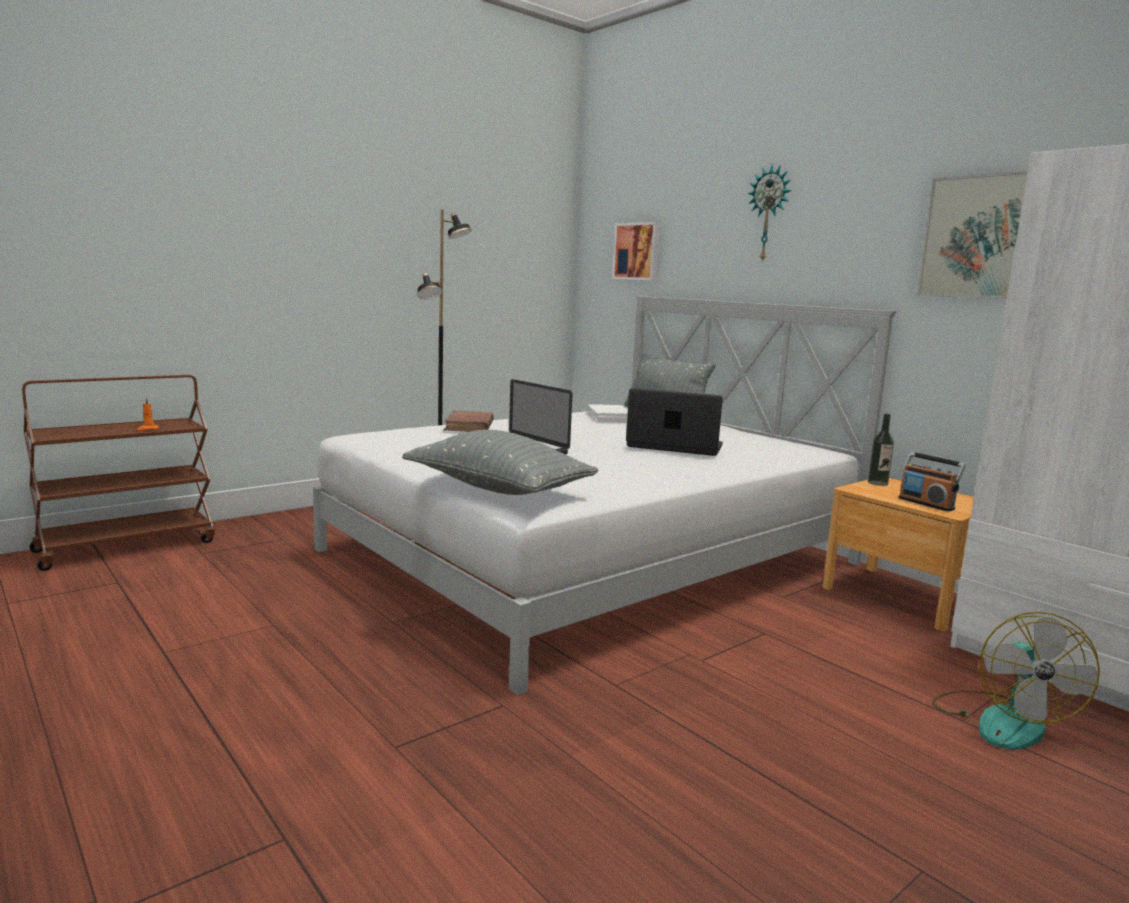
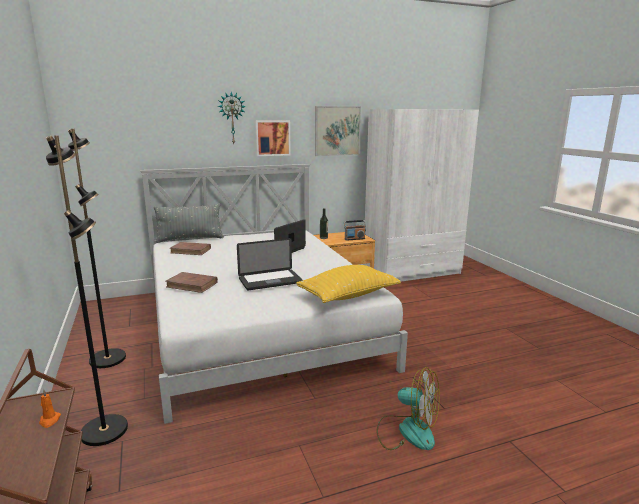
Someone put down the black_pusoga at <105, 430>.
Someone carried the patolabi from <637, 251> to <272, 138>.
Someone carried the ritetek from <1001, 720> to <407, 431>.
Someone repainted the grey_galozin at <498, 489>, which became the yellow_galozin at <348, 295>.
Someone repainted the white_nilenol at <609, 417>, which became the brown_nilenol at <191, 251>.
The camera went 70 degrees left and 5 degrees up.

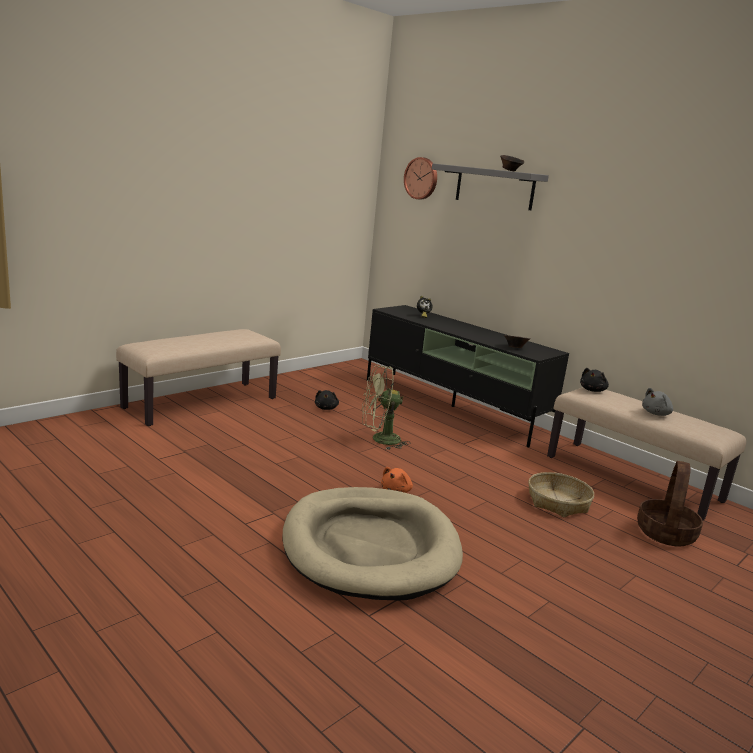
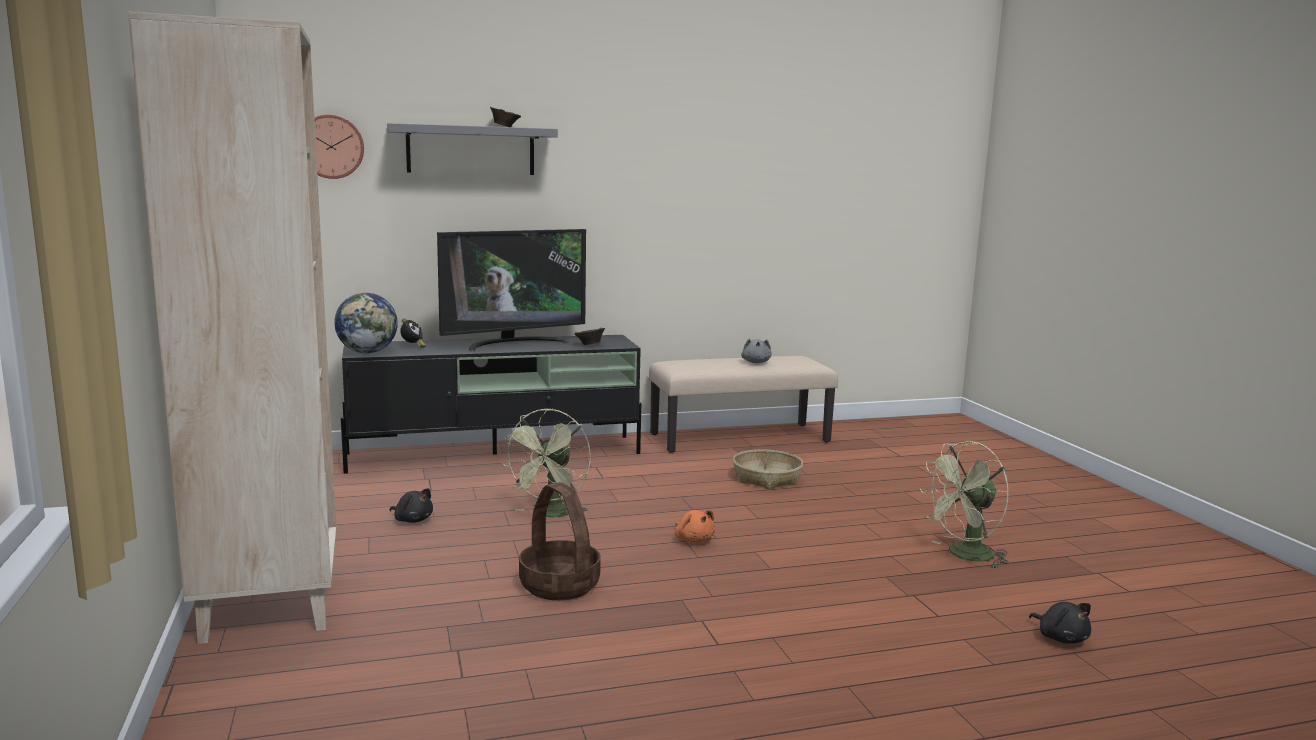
Someone took away the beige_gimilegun at <370, 547>.
Someone put down the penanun at <368, 352>.
Someone put down the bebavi at <512, 343>.
Someone put down the green_ritetek at <964, 556>.
Someone carried the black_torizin from <593, 390> to <1061, 638>.
Someone carried the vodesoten from <666, 533> to <560, 585>.
Someone swapped the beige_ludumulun at <201, 403> for the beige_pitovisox at <268, 603>.
The camera went 60 degrees left and 5 degrees down.

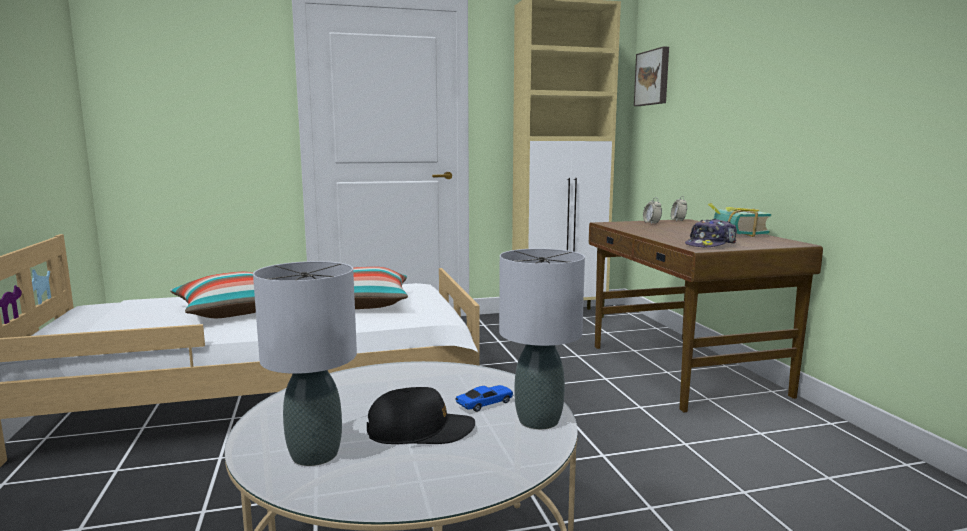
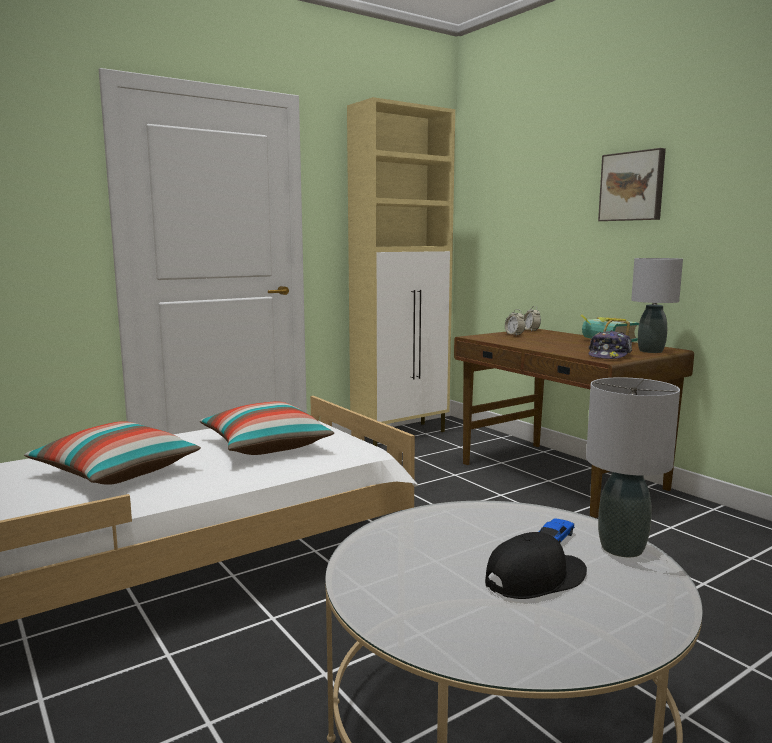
Someone carried the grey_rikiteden from <314, 455> to <651, 351>.
Someone carried the patolabi from <653, 77> to <632, 186>.
The camera went 20 degrees left and 0 degrees up.

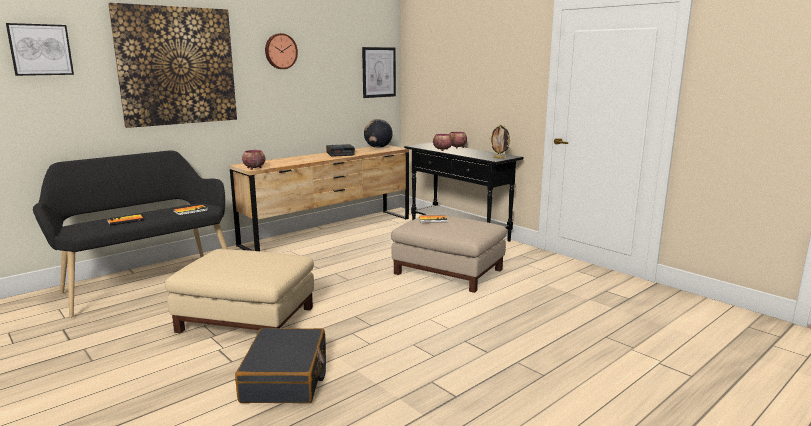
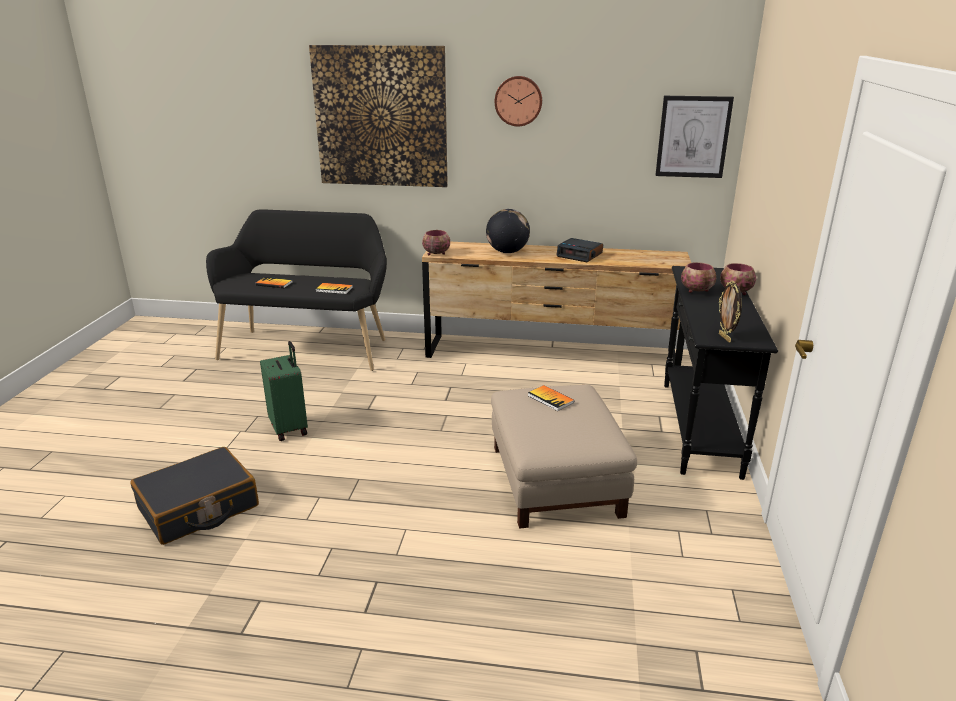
Someone took away the patolabi at <40, 49>.
Someone carried the penanun from <378, 147> to <507, 252>.
Someone swapped the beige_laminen at <247, 319> for the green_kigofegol at <290, 428>.
The camera went 50 degrees right and 10 degrees up.

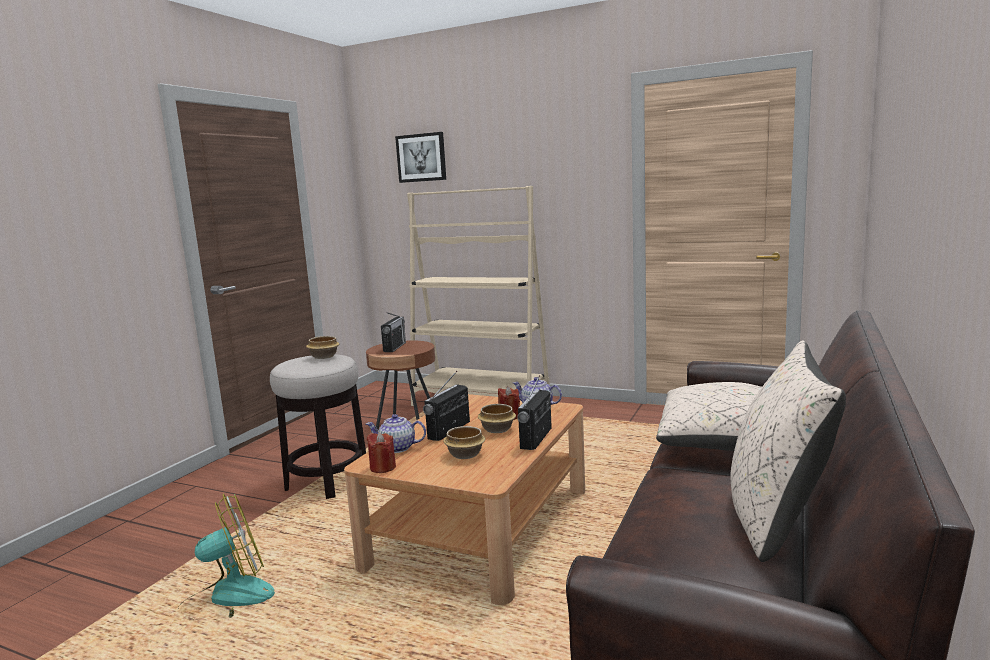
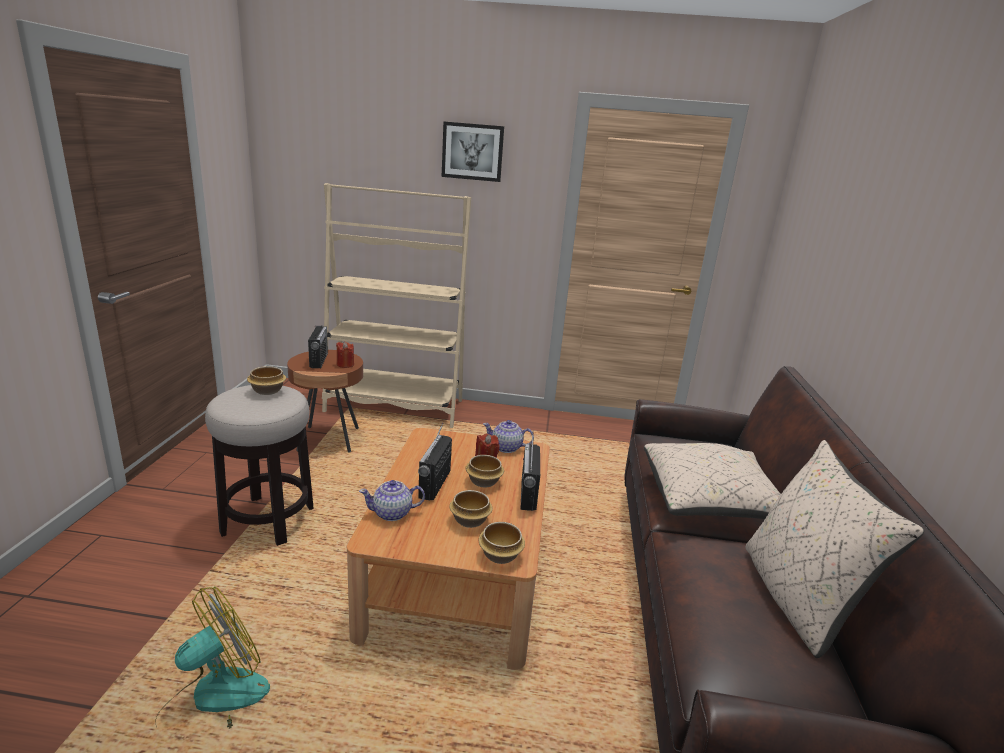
Someone put down the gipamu at <501, 555>.
Someone carried the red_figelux from <383, 467> to <345, 364>.
Someone carried the patolabi from <421, 157> to <472, 152>.
The camera went 20 degrees left and 10 degrees up.

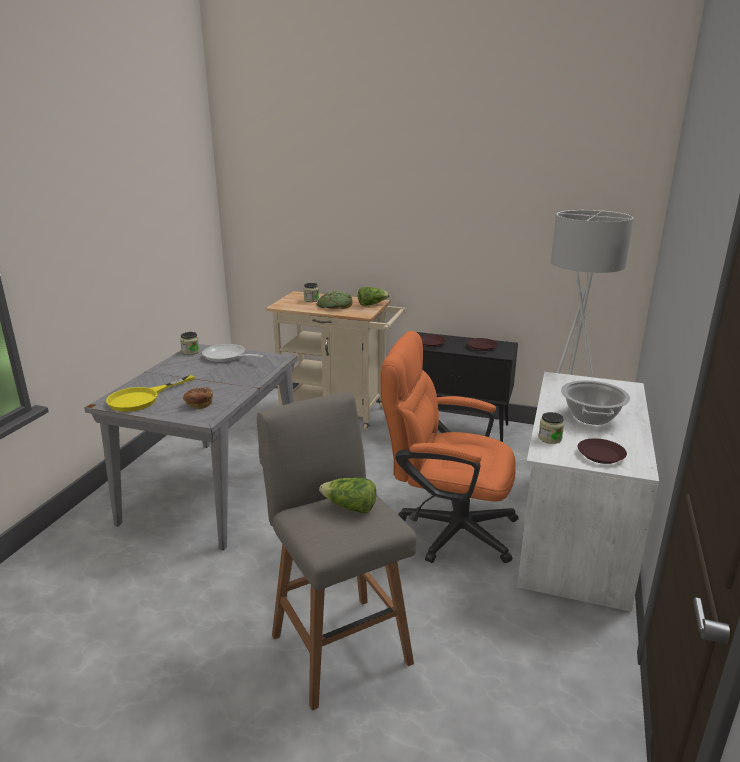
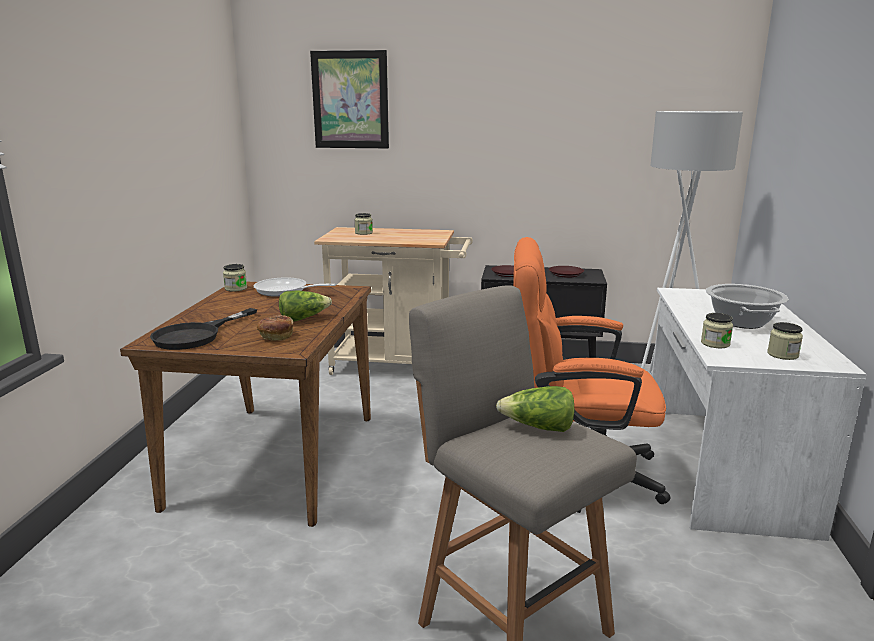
Someone took away the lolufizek at <335, 305>.
Someone put up the patolabi at <350, 100>.
Someone carried the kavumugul from <372, 304> to <303, 318>.
Someone swapped the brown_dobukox at <600, 455> for the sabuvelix at <782, 355>.
Someone repainted the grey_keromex at <213, 491>, which became the brown_keromex at <276, 460>.
Someone repainted the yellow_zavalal at <142, 398>, which became the black_zavalal at <196, 335>.
The camera went 10 degrees left and 5 degrees down.

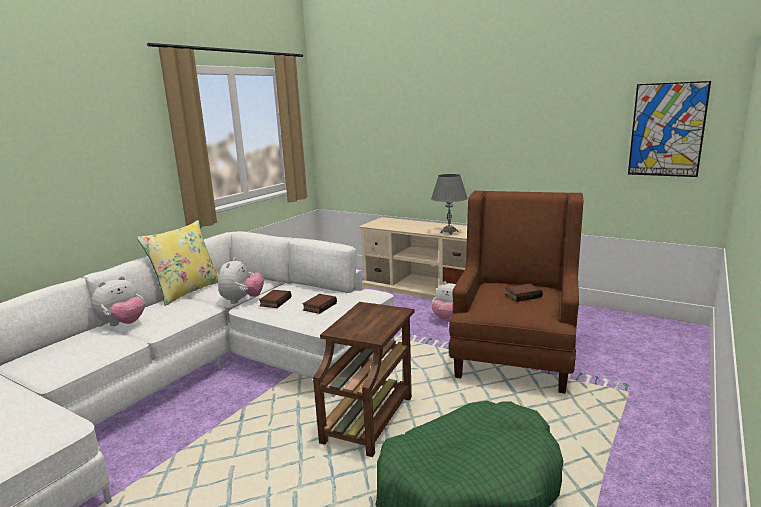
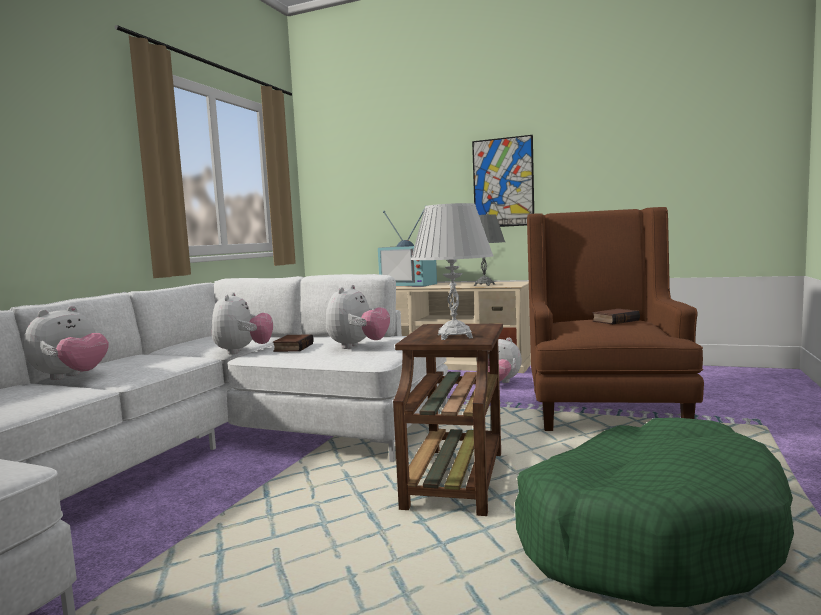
Someone took away the yellow_galozin at <187, 291>.
Someone put down the bebavi at <410, 284>.
Someone put down the white_rikiteden at <454, 336>.
Someone carried the patolabi from <667, 130> to <503, 182>.
Someone swapped the nilenol at <319, 306> for the torizin at <358, 346>.
The camera went 10 degrees left and 10 degrees down.

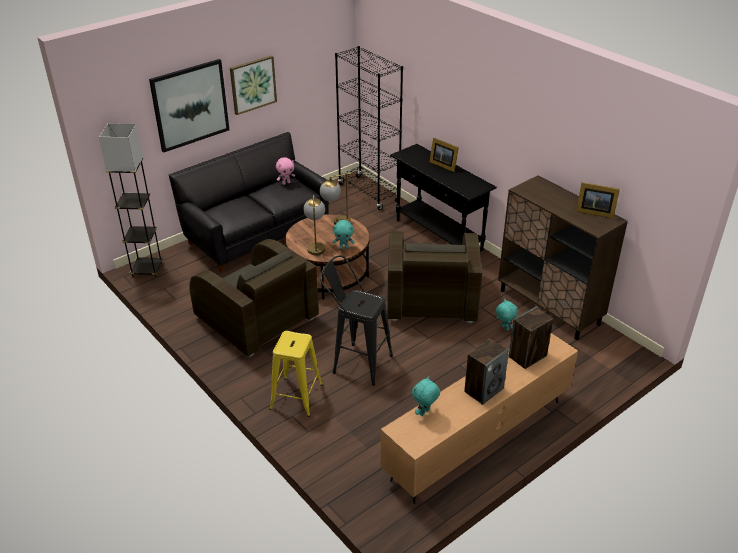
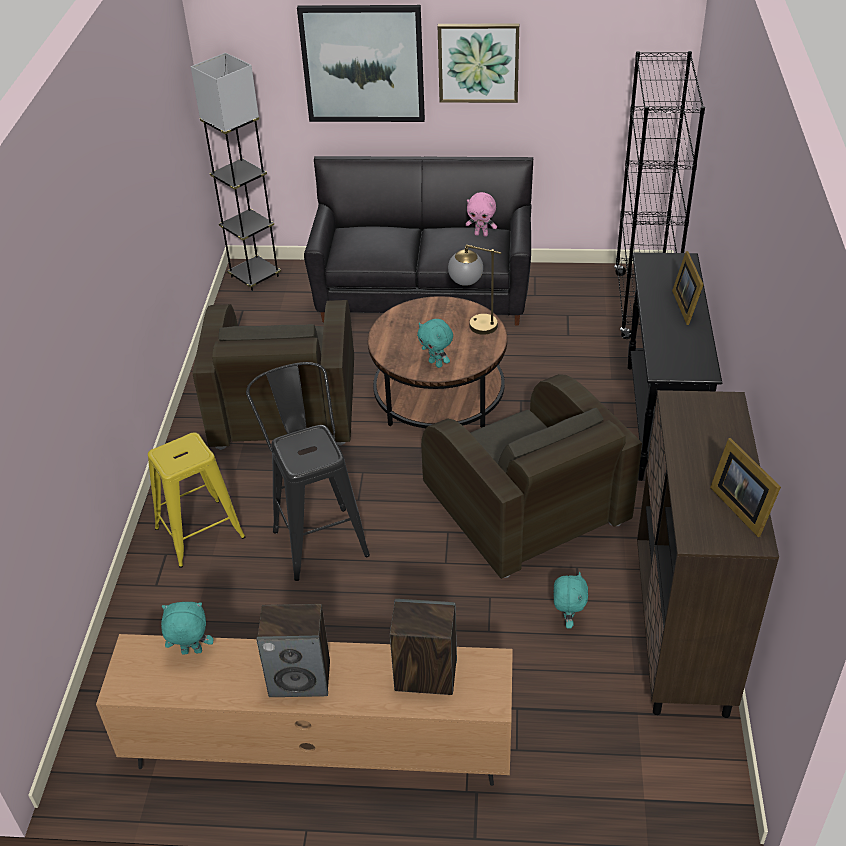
Someone took away the rikiteden at <315, 246>.
Someone rotated the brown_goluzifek at <431, 297> by 75 degrees counterclockwise.
The camera went 45 degrees right and 5 degrees up.

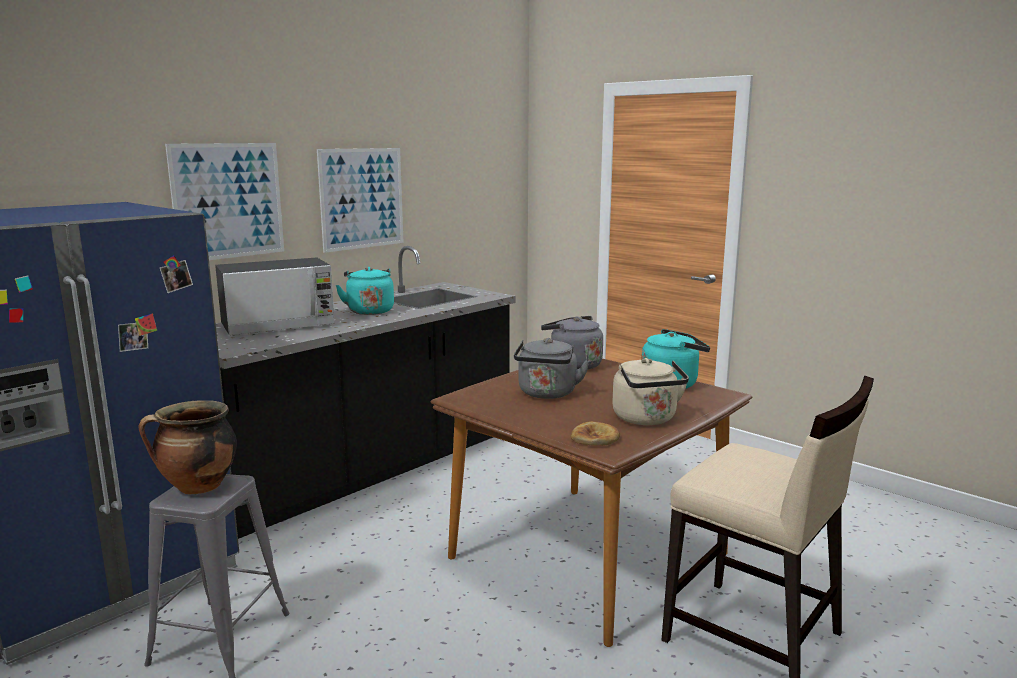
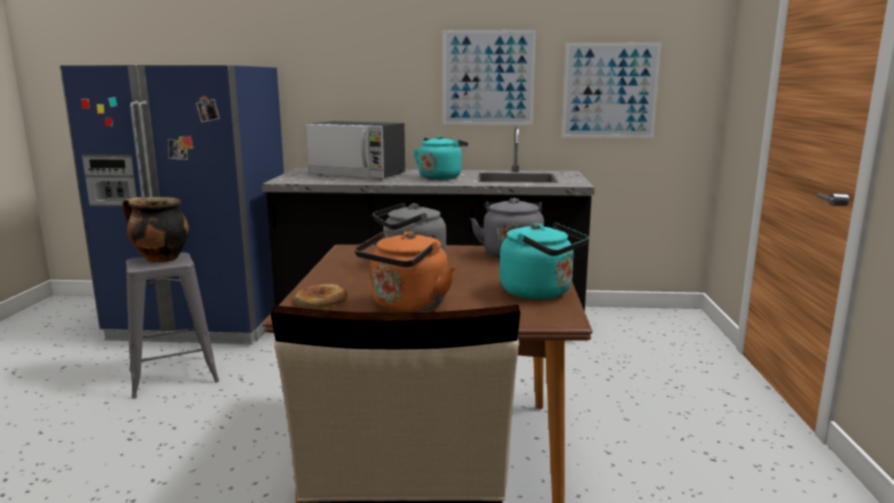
Someone carried the patolabi from <228, 201> to <610, 91>.
Someone repainted the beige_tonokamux at <646, 419>, which became the orange_tonokamux at <407, 306>.
The camera went 50 degrees right and 0 degrees up.

